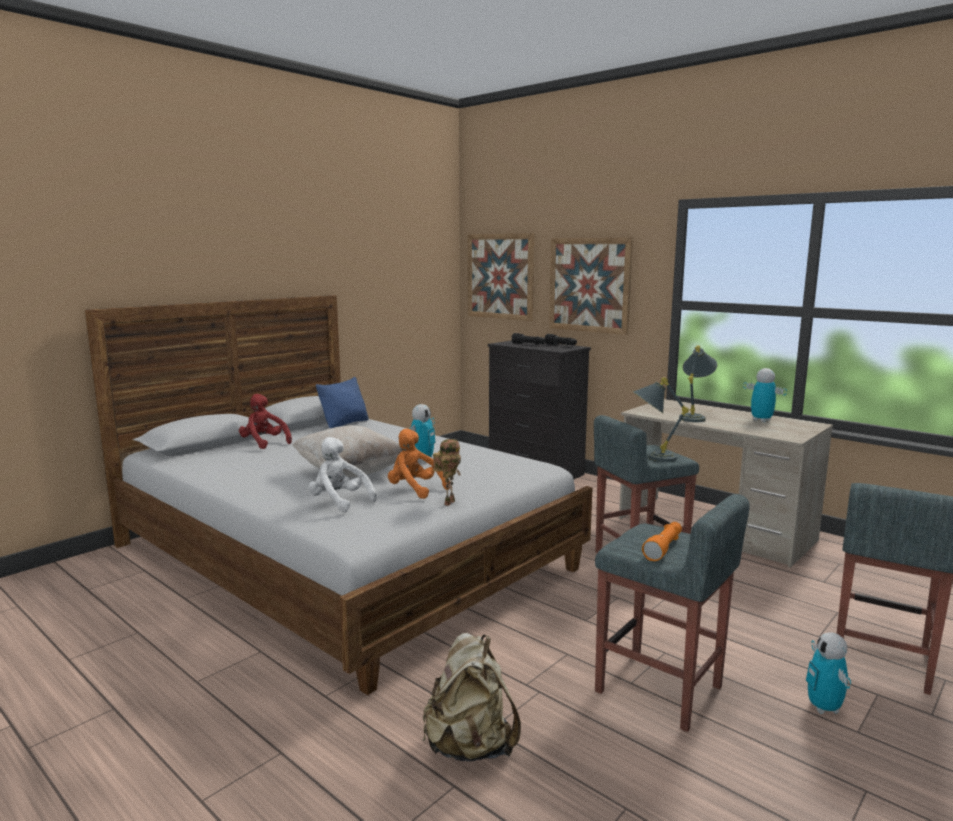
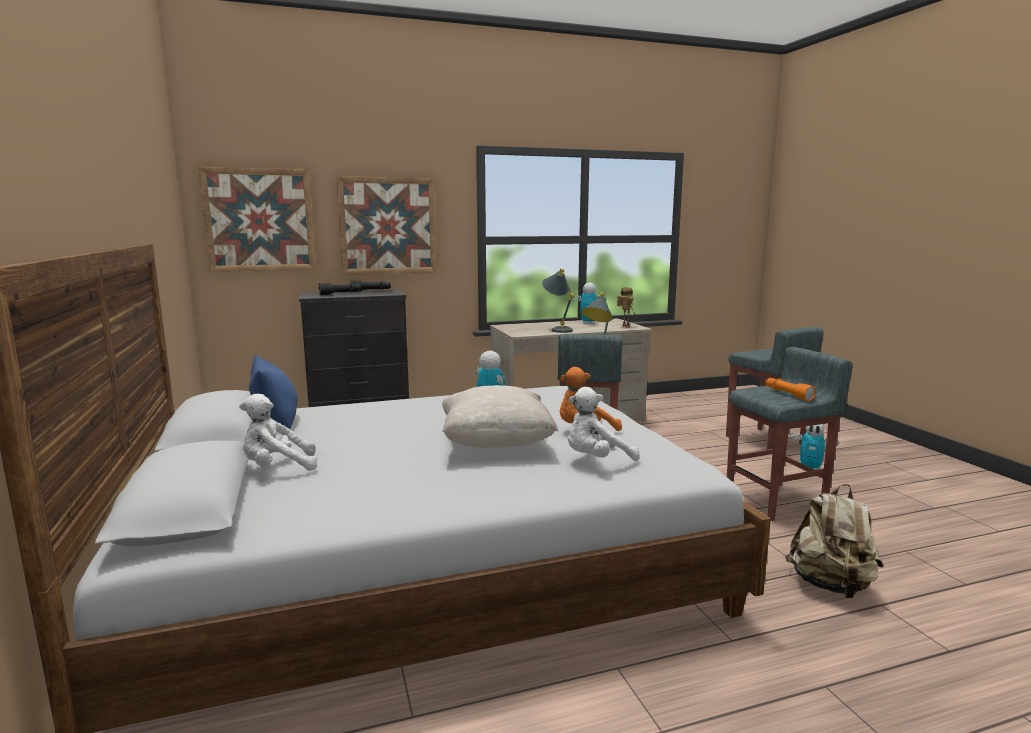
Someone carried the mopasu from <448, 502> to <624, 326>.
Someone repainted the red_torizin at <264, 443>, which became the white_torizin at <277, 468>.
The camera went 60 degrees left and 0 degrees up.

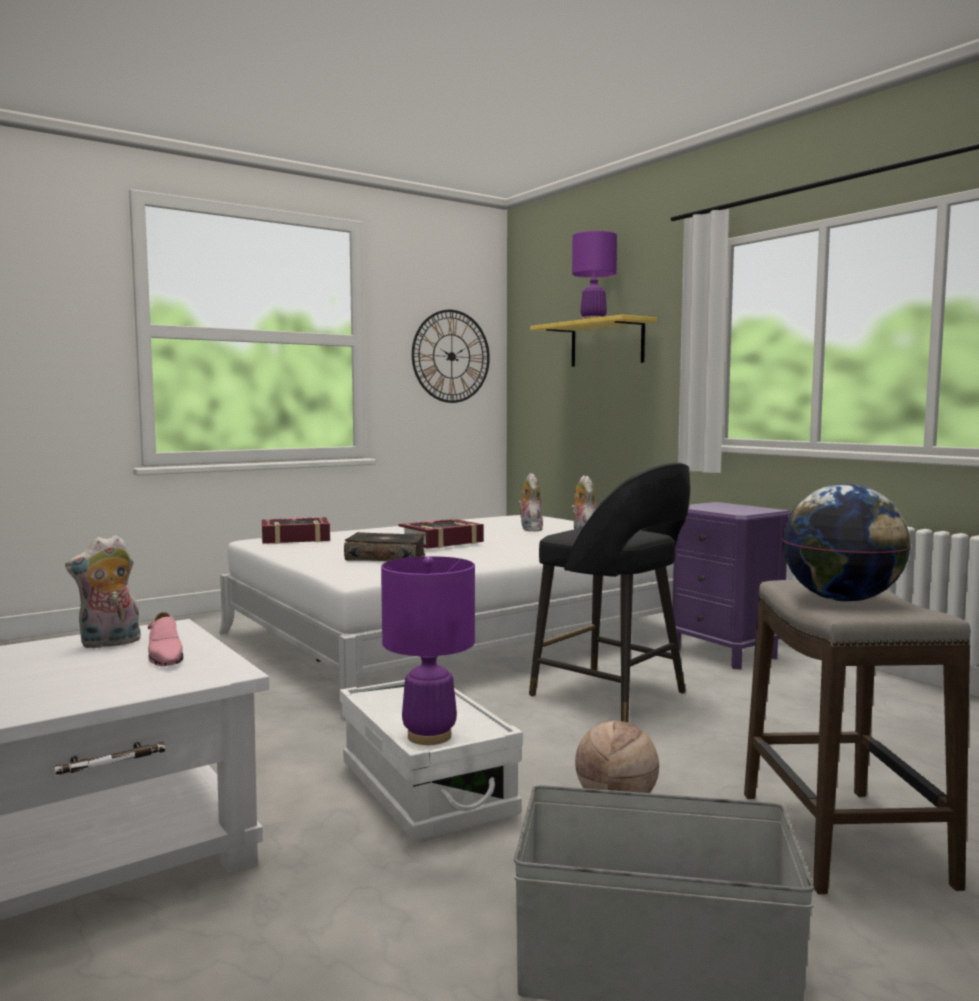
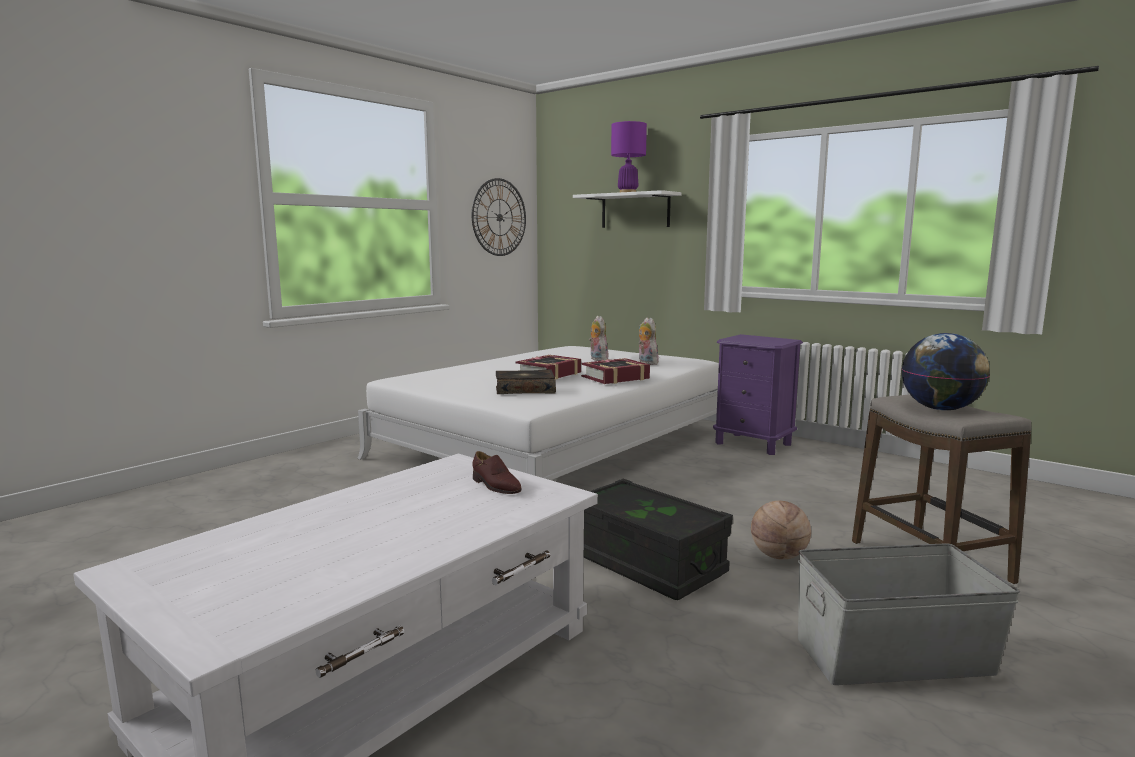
Someone took away the torizin at <109, 643>.
Someone took away the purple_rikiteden at <429, 736>.
Someone took away the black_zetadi at <612, 695>.
Someone carried the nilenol from <295, 538> to <615, 378>.
Someone repainted the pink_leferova at <164, 656>, which became the brown_leferova at <495, 486>.
Someone repainted the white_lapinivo at <426, 790>, which became the black_lapinivo at <647, 564>.
Someone repainted the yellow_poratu at <607, 344>, which became the white_poratu at <635, 210>.
The camera went 15 degrees left and 5 degrees up.

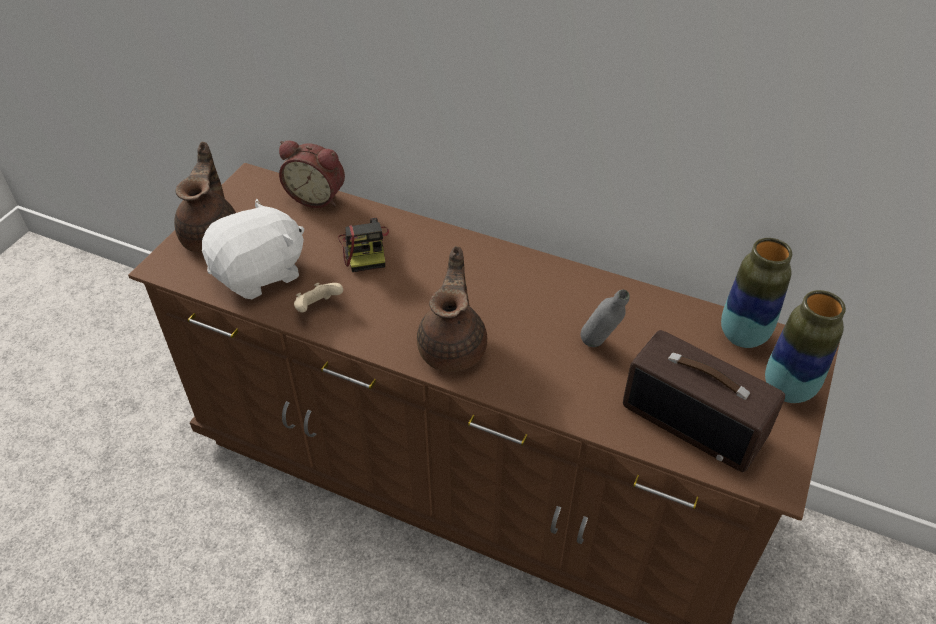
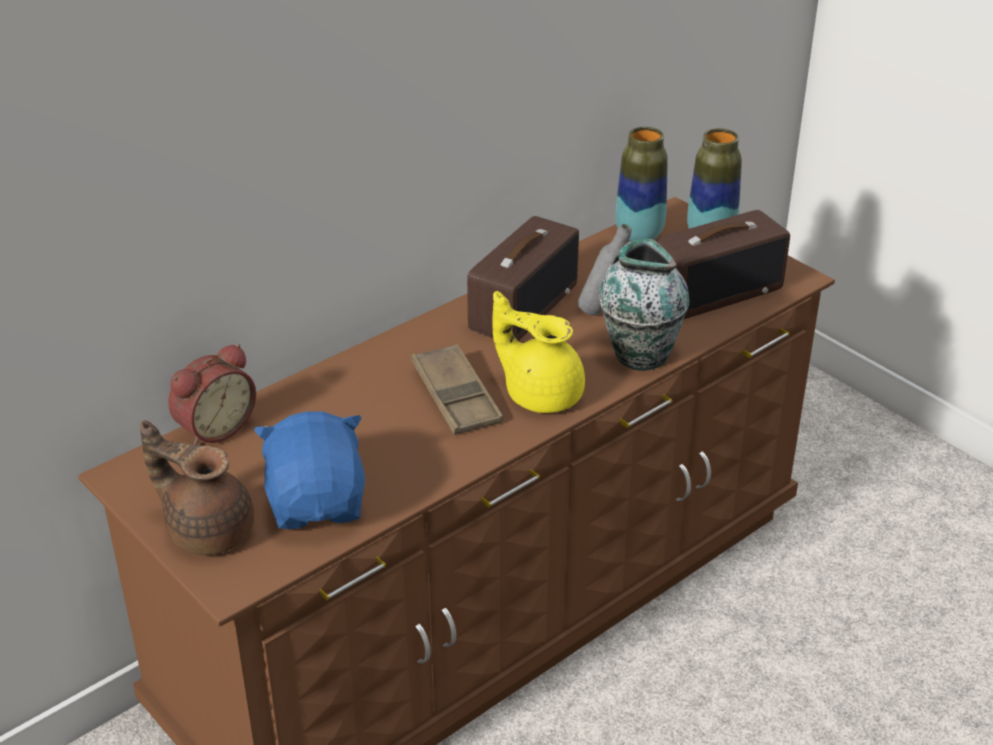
Someone took away the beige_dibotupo at <318, 308>.
Someone took away the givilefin at <365, 249>.
Someone put down the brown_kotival at <456, 396>.
Someone put down the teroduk at <522, 306>.
Someone put down the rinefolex at <639, 354>.
Someone repainted the white_torizin at <260, 274>, which became the blue_torizin at <318, 503>.
Someone repainted the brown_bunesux at <454, 347>, which became the yellow_bunesux at <541, 393>.
The camera went 65 degrees left and 10 degrees down.

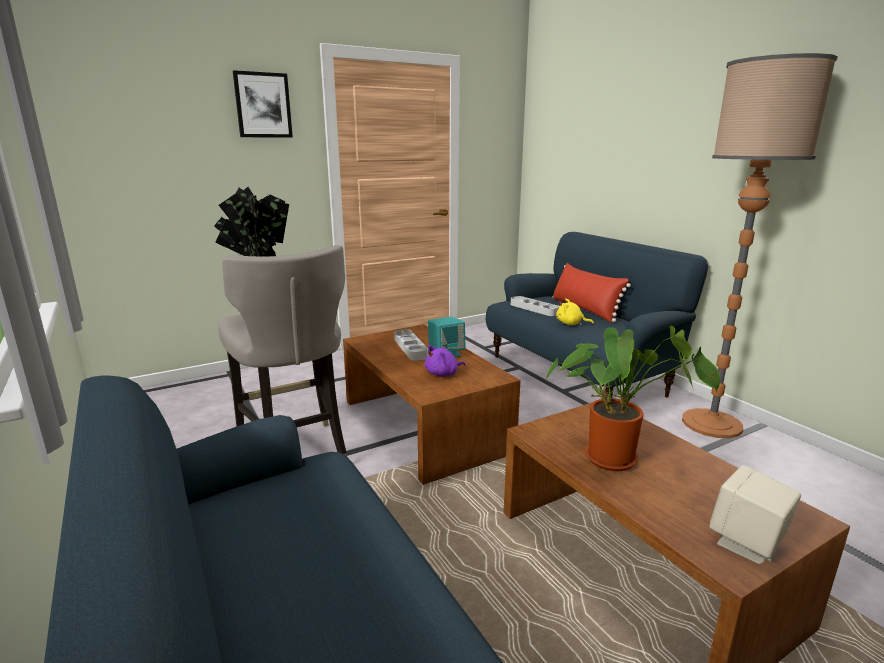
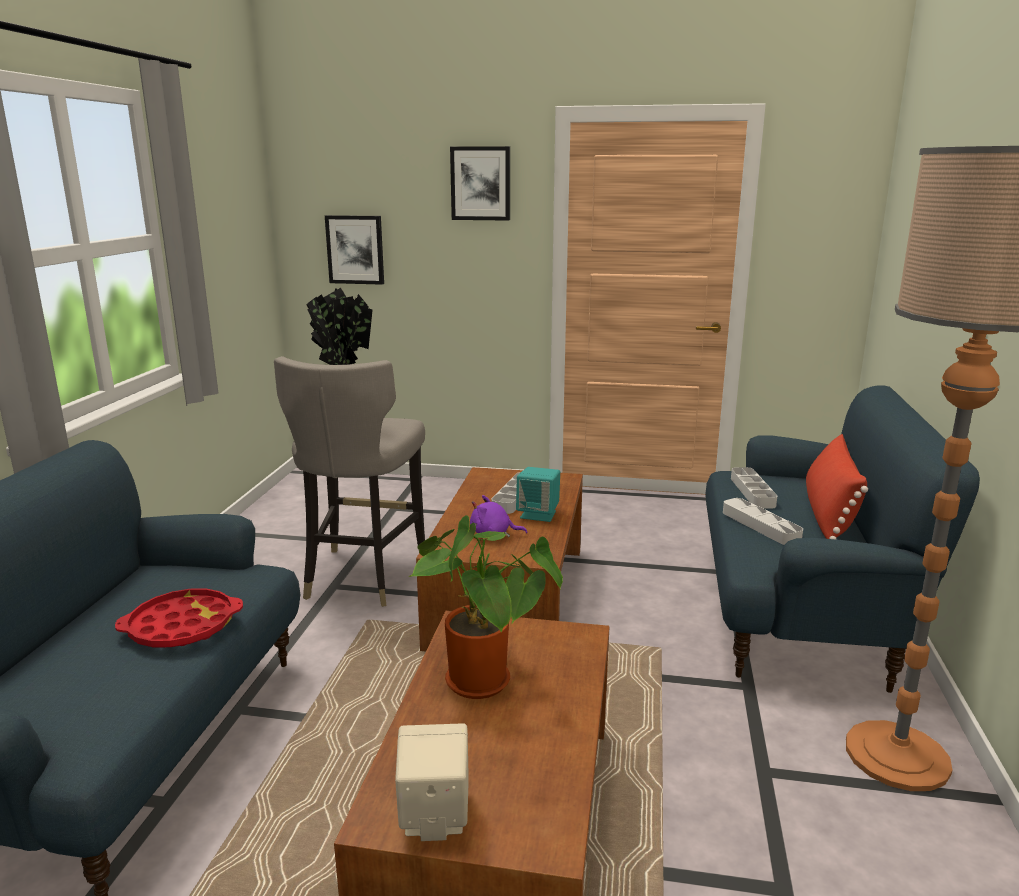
Someone put down the red_kotival at <182, 626>.
Someone put up the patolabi at <355, 249>.
Someone swapped the yellow_torizin at <571, 324> for the grey_kotival at <760, 526>.
The camera went 40 degrees right and 0 degrees up.

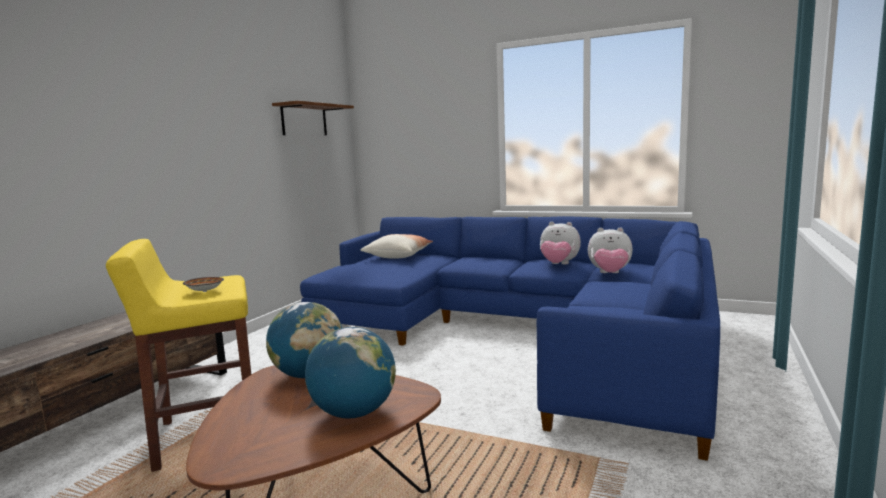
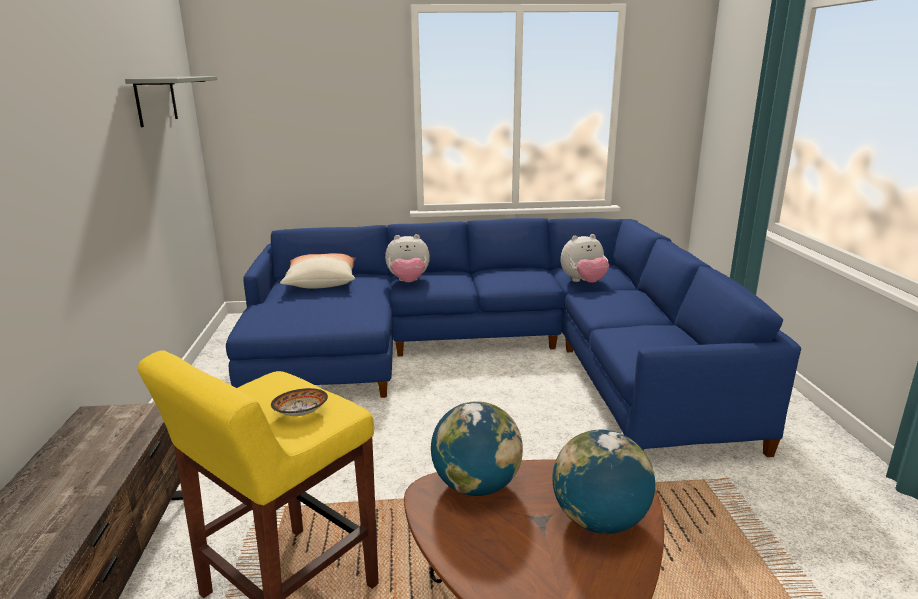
Someone carried the torizin from <559, 264> to <408, 282>.
Someone repainted the brown_poratu at <304, 120>, which became the grey_poratu at <156, 100>.
The camera went 30 degrees left and 10 degrees up.

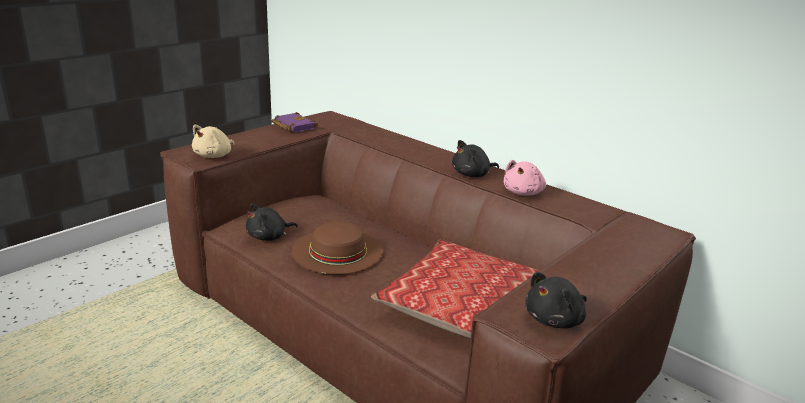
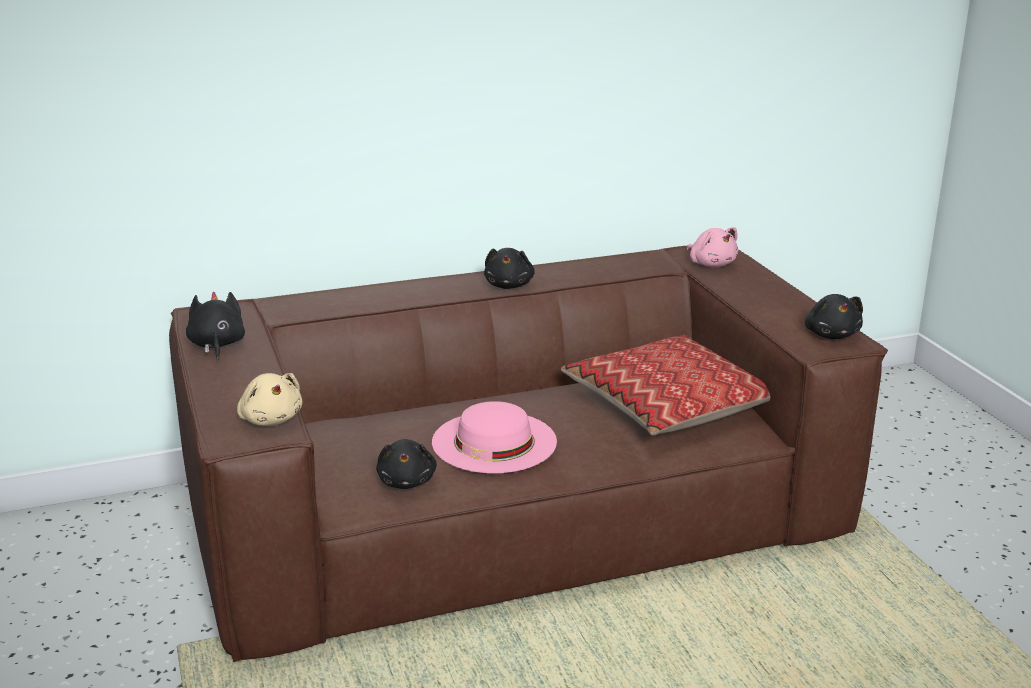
Someone carried the pink_torizin from <523, 192> to <711, 264>.
Someone swapped the purple_nilenol at <292, 126> for the black_torizin at <216, 345>.
Someone repainted the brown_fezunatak at <338, 250>, which became the pink_fezunatak at <494, 441>.
The camera went 60 degrees left and 0 degrees up.

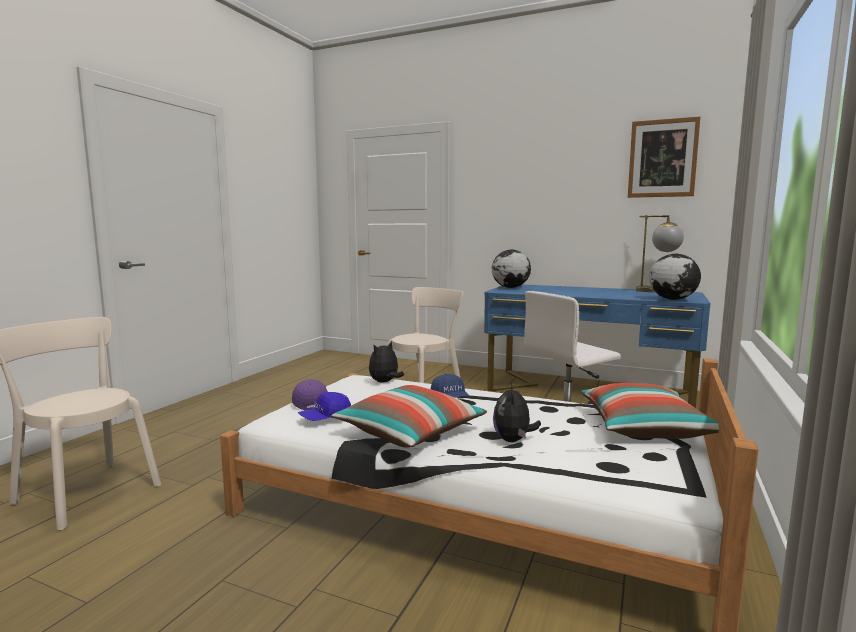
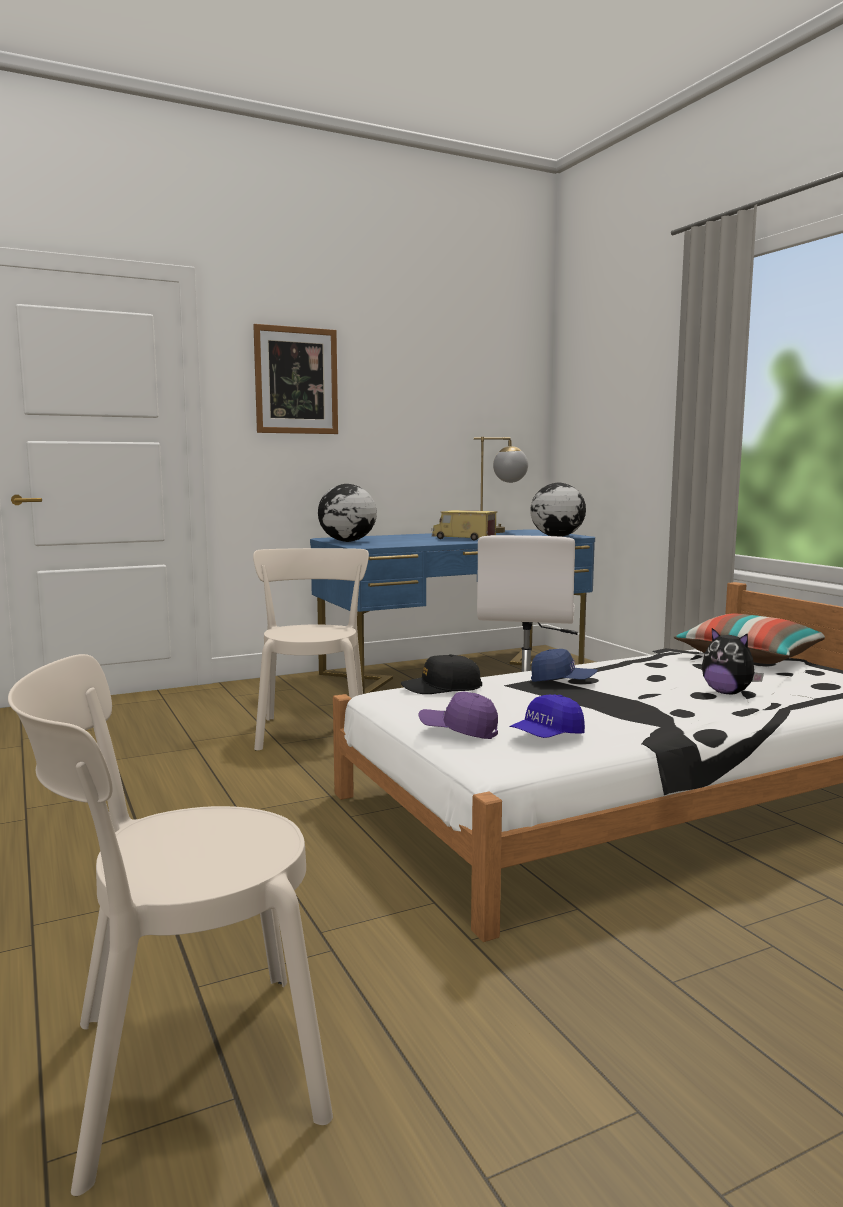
Someone took away the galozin at <410, 433>.
Someone put down the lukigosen at <464, 538>.
Someone carried the patolabi from <662, 158> to <296, 380>.
Someone swapped the torizin at <385, 382> for the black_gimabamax at <441, 688>.
Someone rotated the blue_gimabamax at <326, 419> by 45 degrees clockwise.
The camera went 50 degrees left and 0 degrees up.

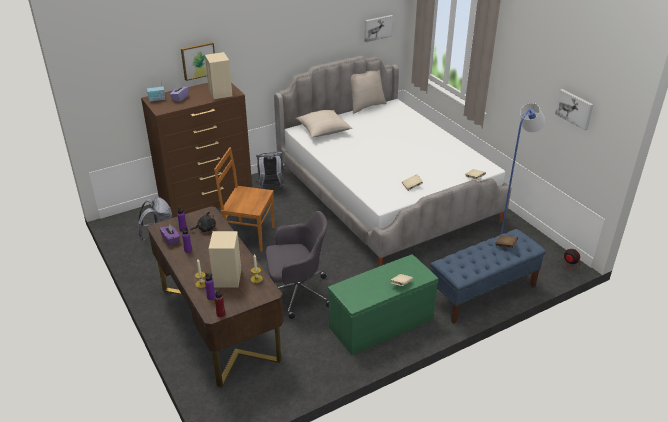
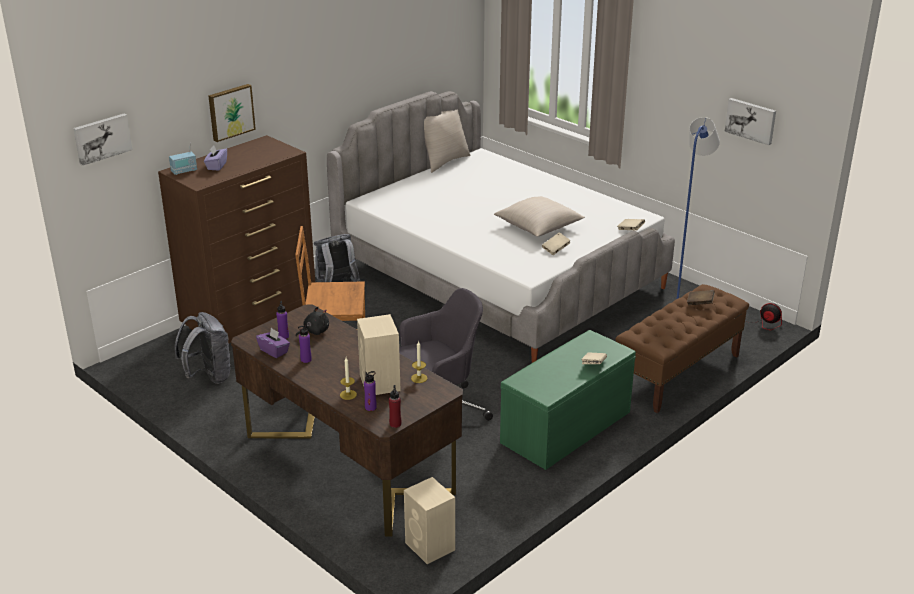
Someone carried the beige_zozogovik from <220, 93> to <430, 547>.
Someone carried the beige_galozin from <323, 130> to <538, 227>.
Someone carried the patolabi from <377, 28> to <102, 138>.
Someone repainted the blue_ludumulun at <482, 293>, which became the brown_ludumulun at <677, 373>.
The camera went 15 degrees left and 5 degrees down.

